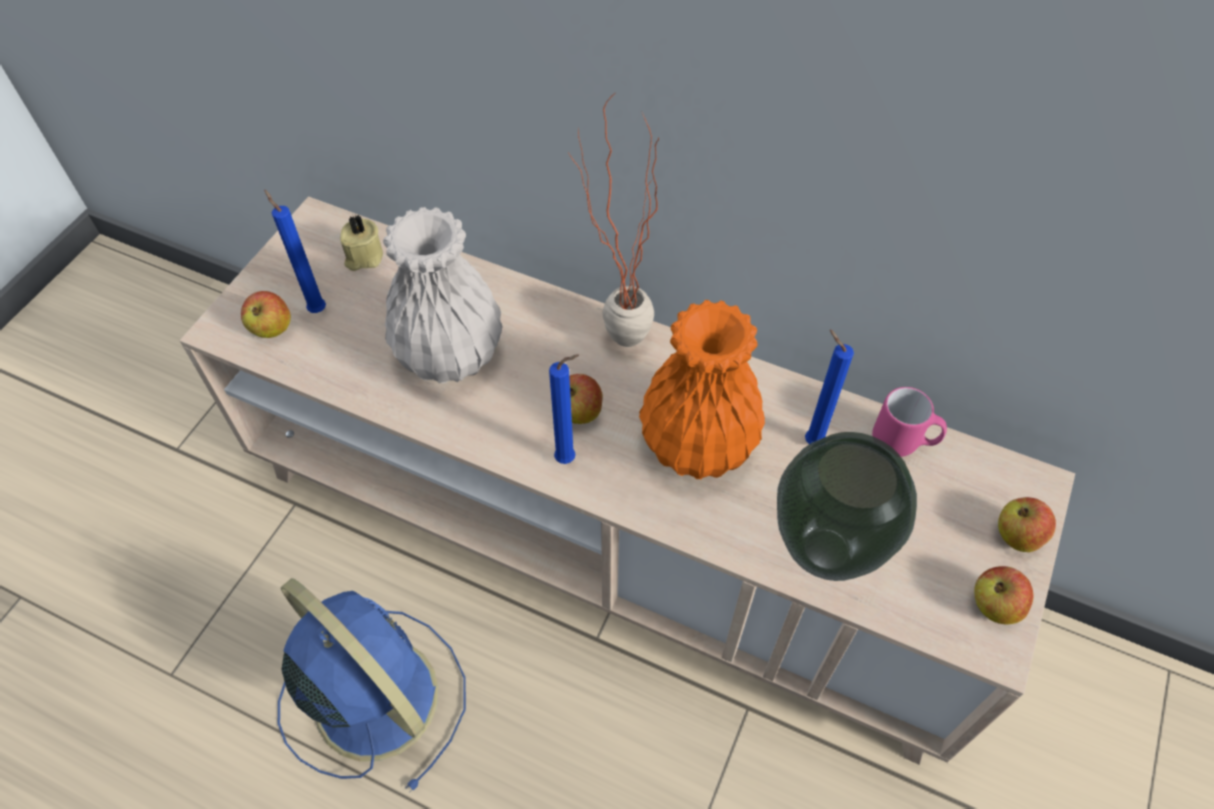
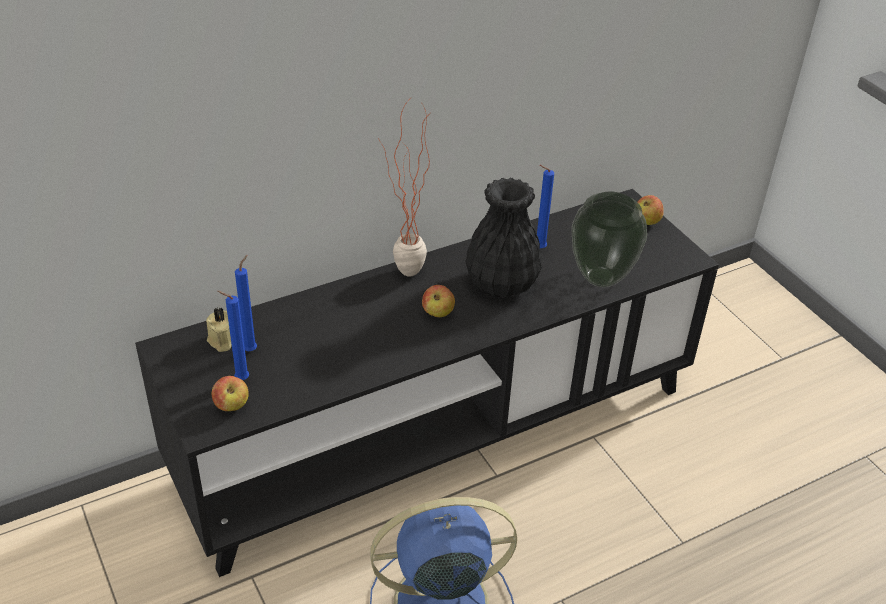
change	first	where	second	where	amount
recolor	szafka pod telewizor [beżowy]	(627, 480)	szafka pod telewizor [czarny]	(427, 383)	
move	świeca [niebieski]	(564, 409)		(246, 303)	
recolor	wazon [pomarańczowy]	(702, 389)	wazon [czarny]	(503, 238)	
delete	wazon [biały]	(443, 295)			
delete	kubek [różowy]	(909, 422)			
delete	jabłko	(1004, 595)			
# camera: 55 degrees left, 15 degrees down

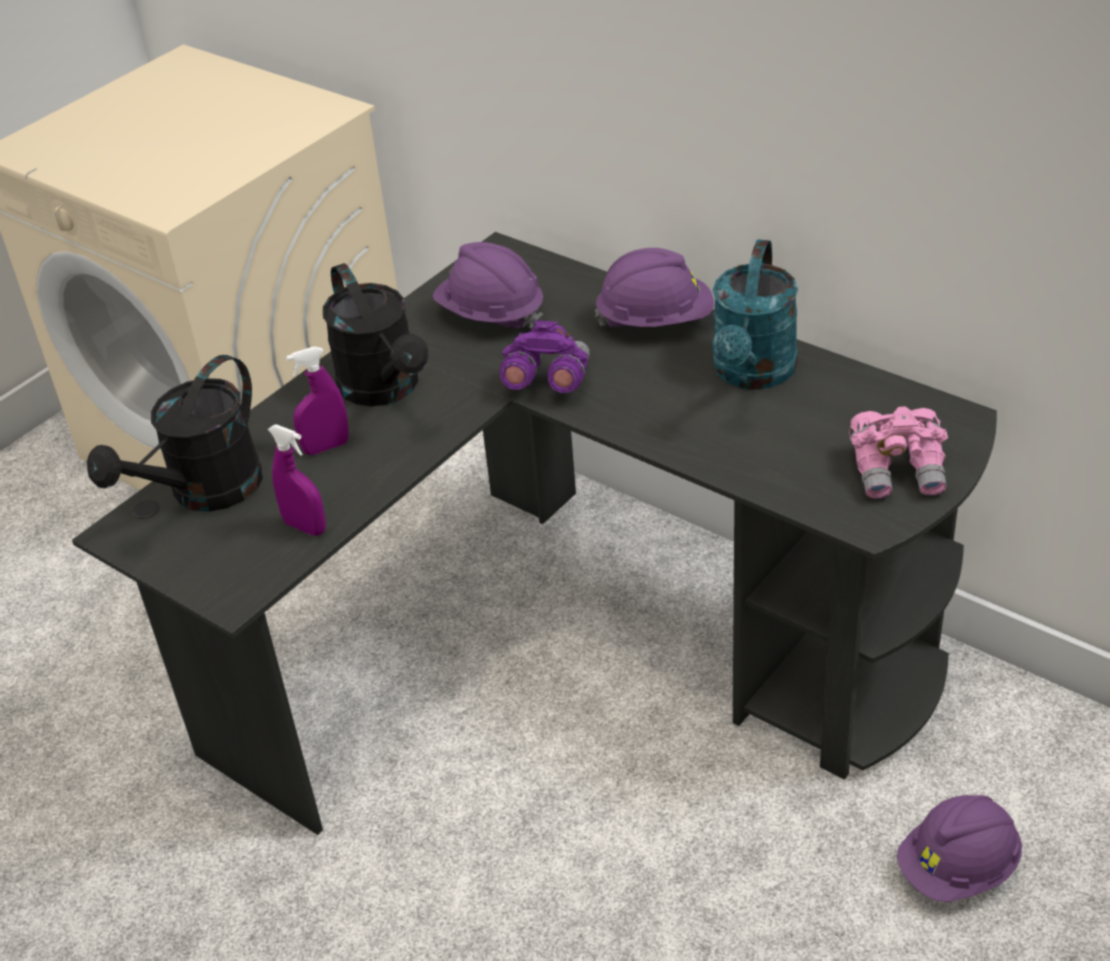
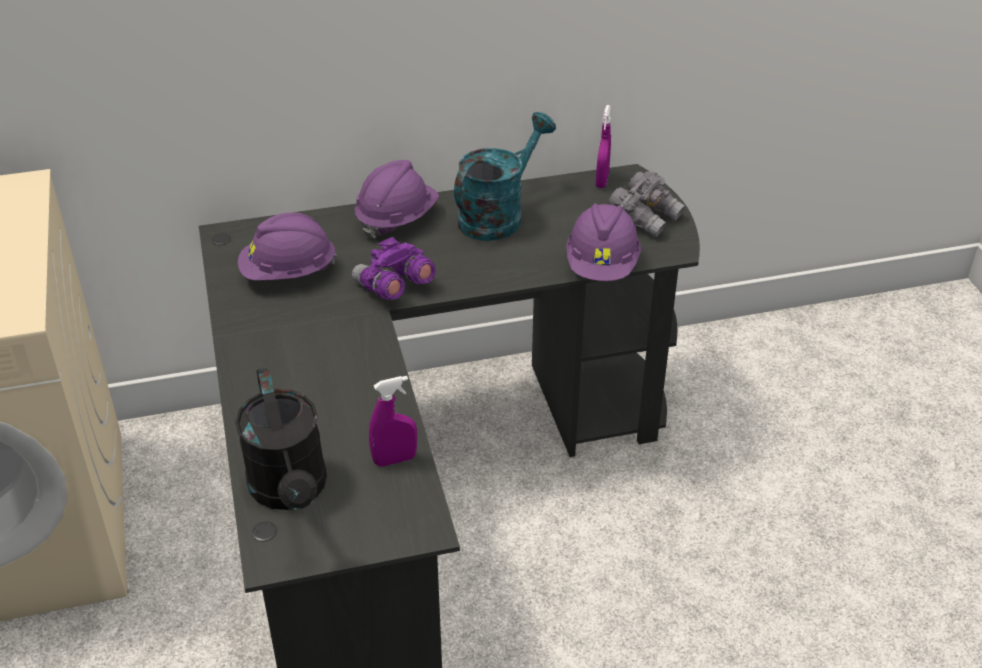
change	first	where	second	where	amount
rotate	konewka [turkusowy]	(755, 314)		(505, 176)	105 degrees counterclockwise
move	kask [fioletowy]	(959, 848)		(603, 242)	
move	spryskiwacz [fioletowy]	(317, 401)		(603, 146)	
recolor	lornetka [różowy]	(898, 452)	lornetka [szary]	(646, 204)	
delete	konewka [czarny]	(376, 334)			
# camera: 55 degrees left, 0 degrees up

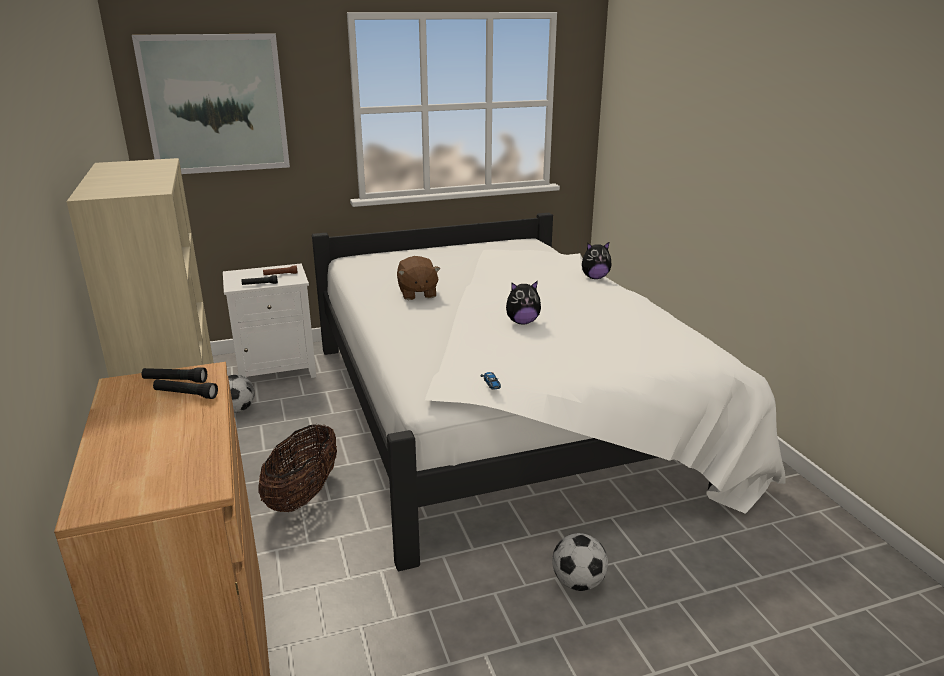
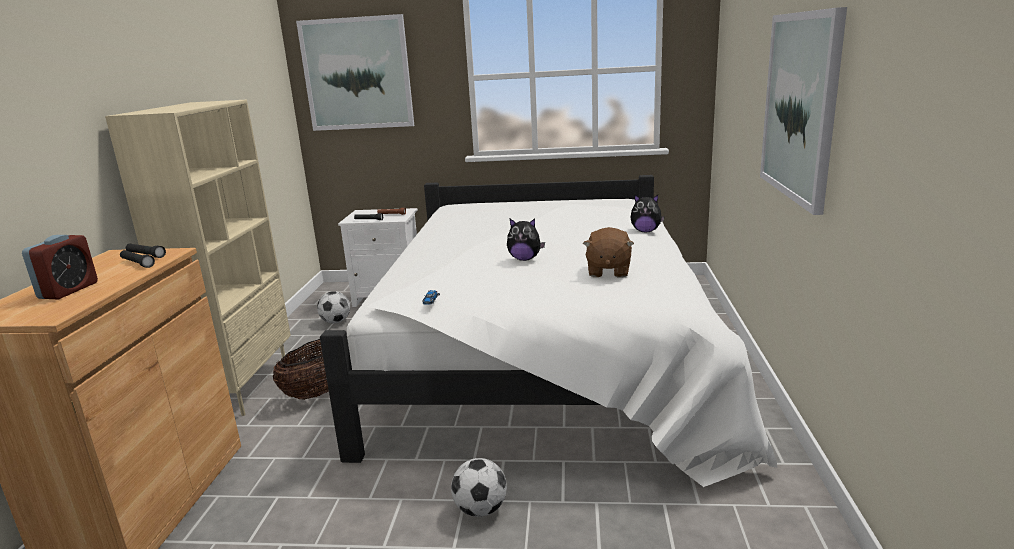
change	first	where	second	where	amount
insert			budzik	(60, 267)	
move	pluszak [brązowy]	(418, 278)		(608, 252)	
insert			obraz	(803, 111)	
# camera: 25 degrees right, 5 degrees down

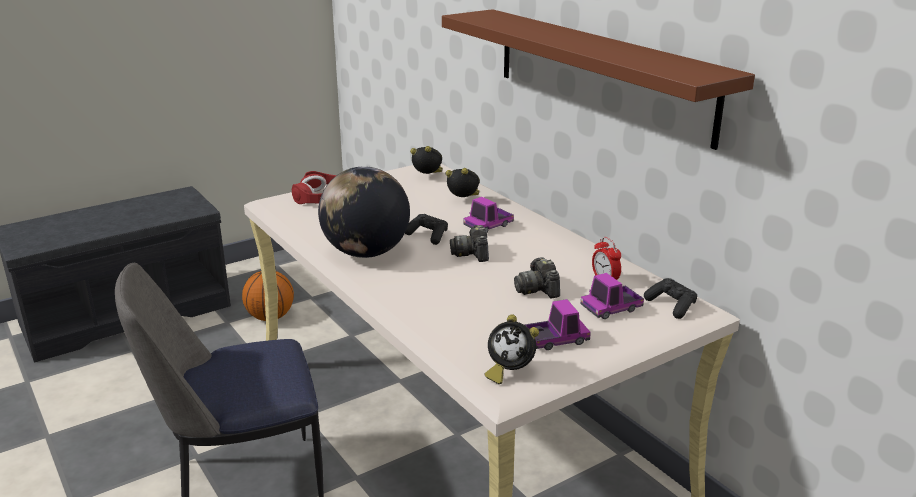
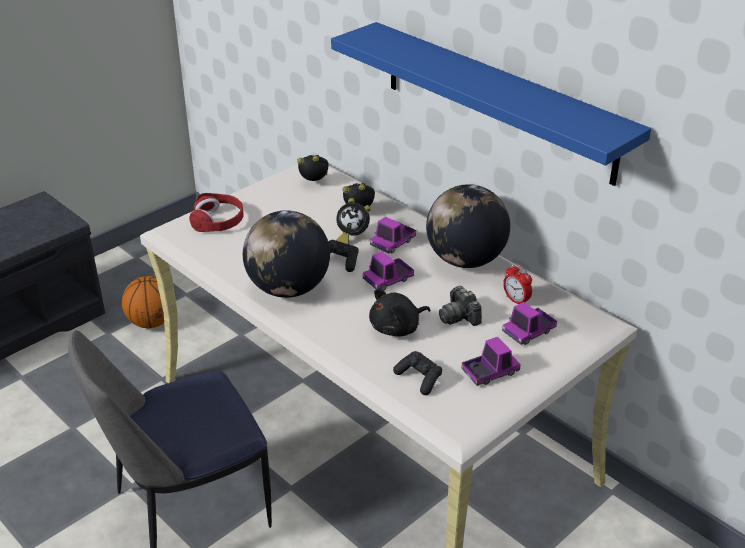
change	first	where	second	where	amount
recolor	półka [brązowy]	(598, 79)	półka [niebieski]	(491, 104)	
move	budzik	(511, 349)		(353, 221)	
replace	aparat fotograficzny	(469, 243)	ciężarówka zabawkowa	(388, 271)	
insert			pluszak [czarny]	(399, 312)	
move	pad do gier [czarny]	(670, 298)		(417, 373)	
insert			globus	(468, 226)	
# camera: 10 degrees left, 10 degrees up

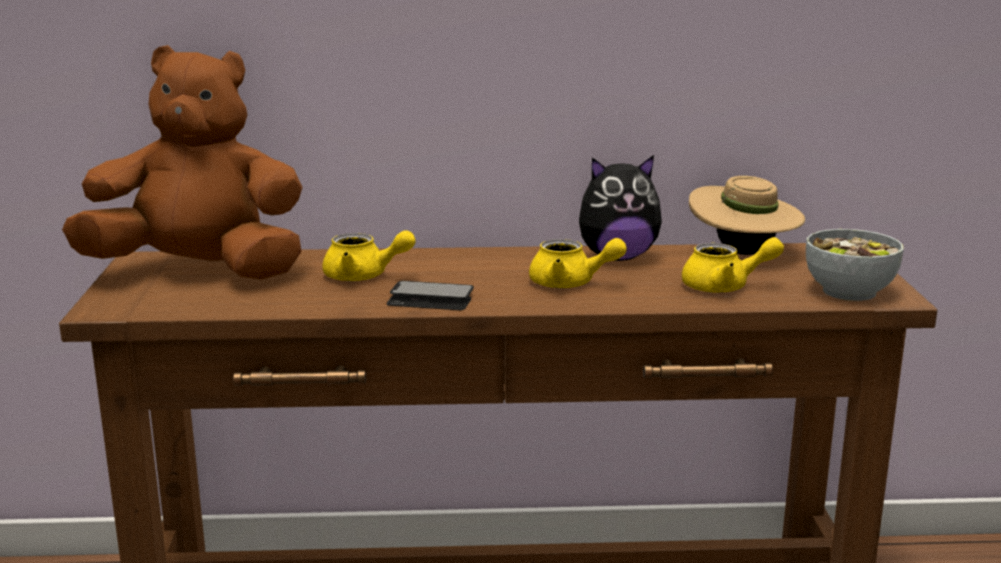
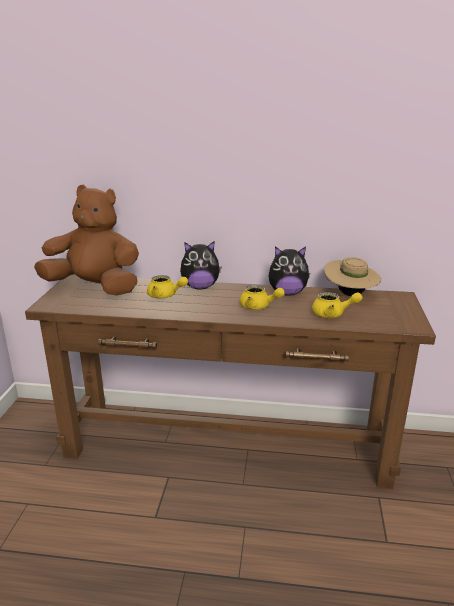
change	first	where	second	where	amount
insert			pluszak	(201, 265)	
delete	telefon	(430, 295)			
delete	miska	(855, 265)			
# camera: 10 degrees right, 5 degrees up

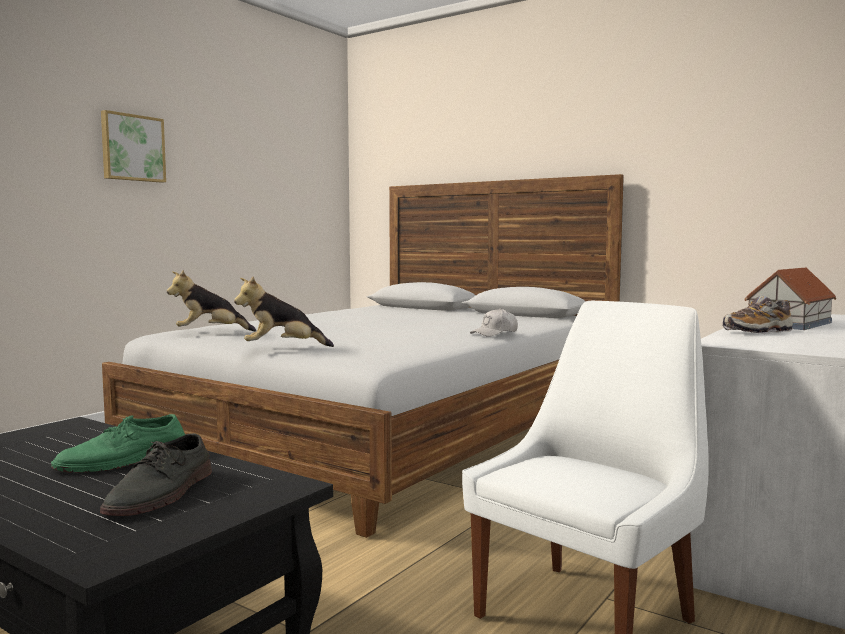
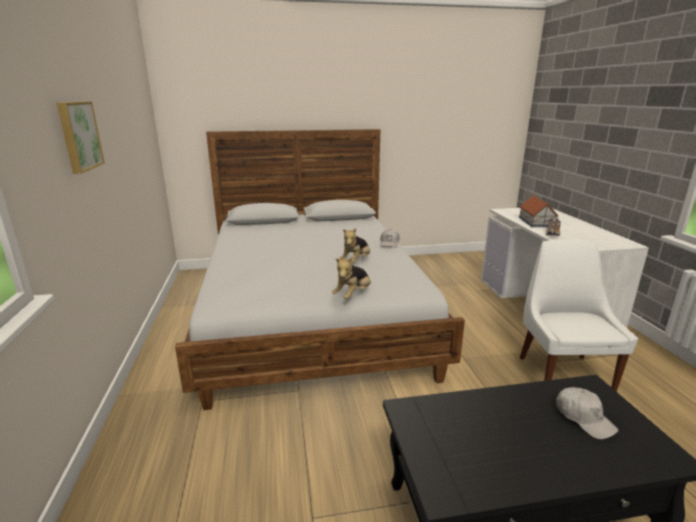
change	first	where	second	where	amount
move	pluszak	(211, 300)		(354, 246)	
replace	but [szary]	(156, 474)	czapka z daszkiem [biały]	(587, 413)	
delete	but [zielony]	(118, 443)			
# camera: 45 degrees left, 15 degrees up

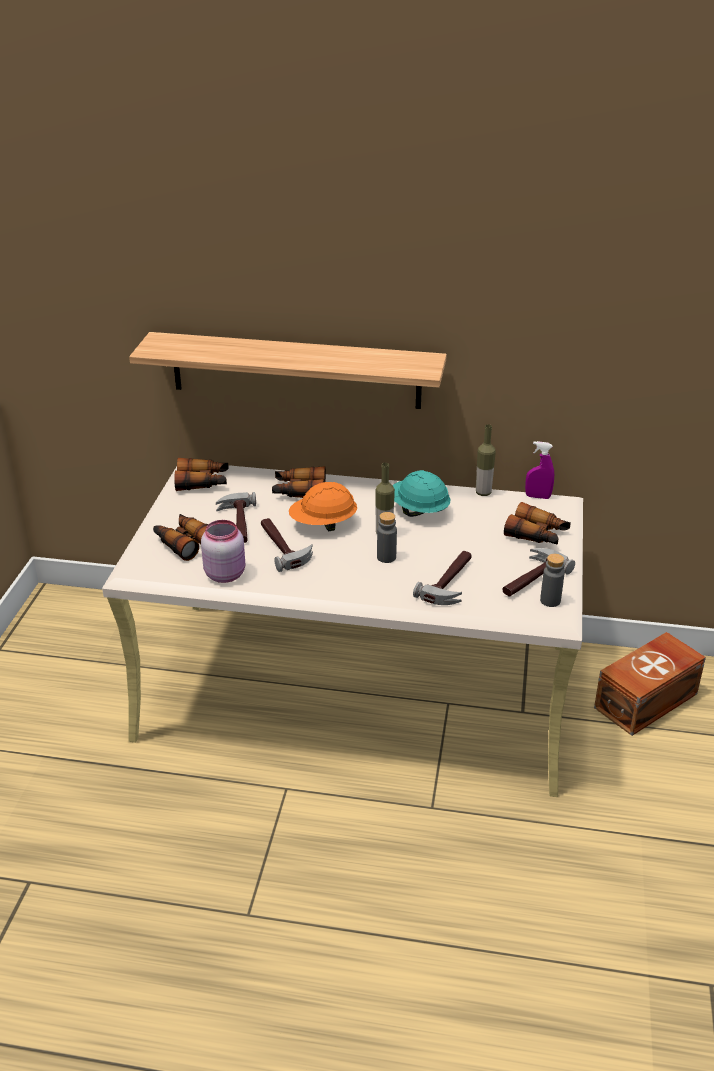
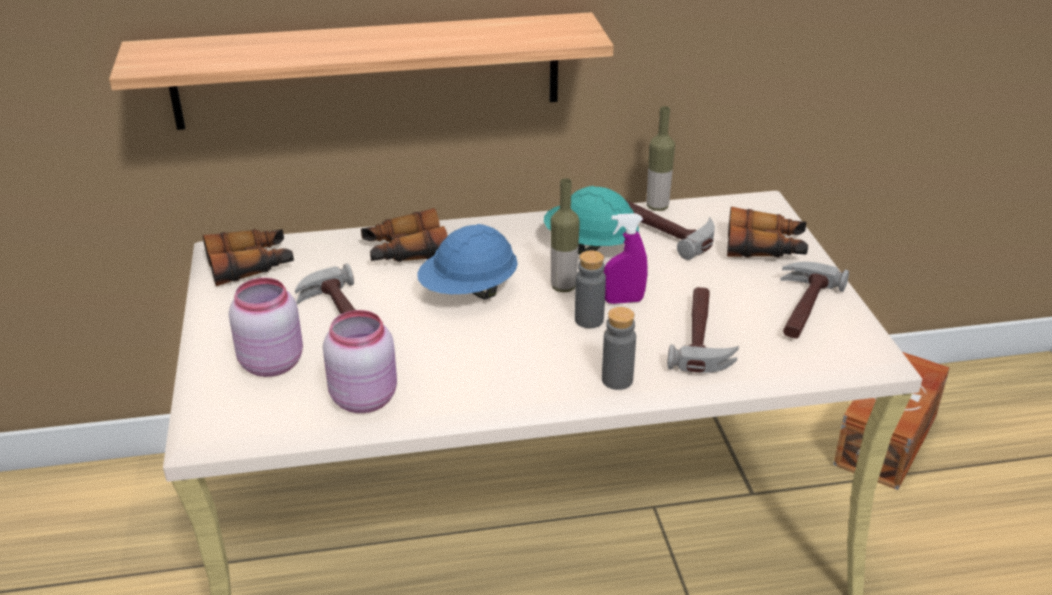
change	first	where	second	where	amount
replace	lornetka	(180, 537)	słoik [różowy]	(266, 327)	
recolor	kask [pomarańczowy]	(323, 506)	kask [niebieski]	(467, 261)	
move	butelka [szary]	(552, 580)		(619, 348)	
move	spryskiwacz [fioletowy]	(539, 470)		(626, 258)	
move	młotek	(287, 545)		(670, 230)	
# camera: 20 degrees left, 0 degrees up

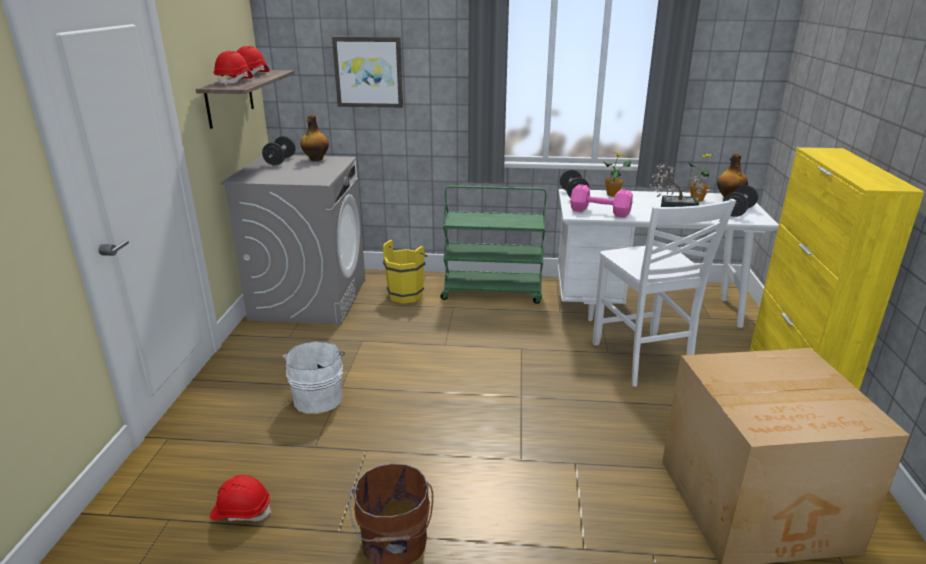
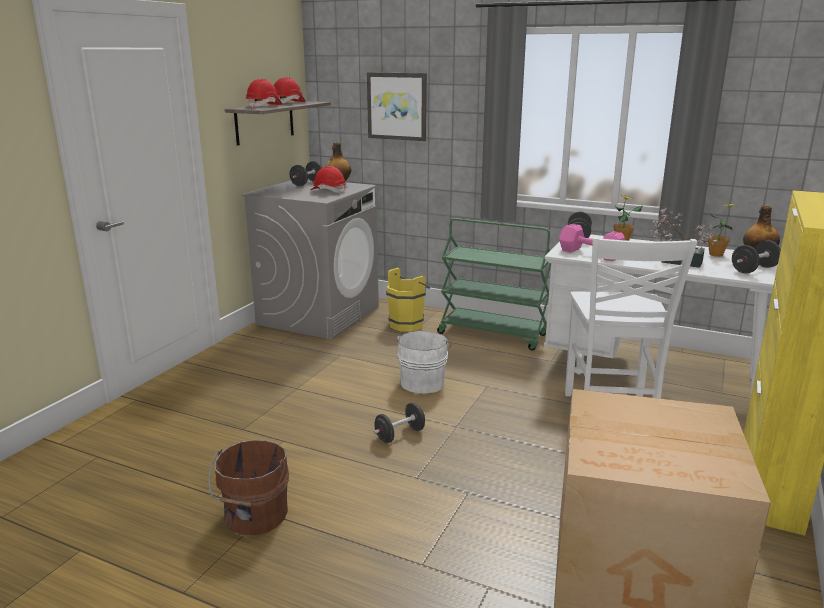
change	first	where	second	where	amount
move	kask [czerwony]	(241, 498)		(328, 179)	
insert			hantel [czarny]	(399, 423)	
move	wiadro [biały]	(313, 377)		(424, 362)	
# camera: 20 degrees right, 5 degrees down

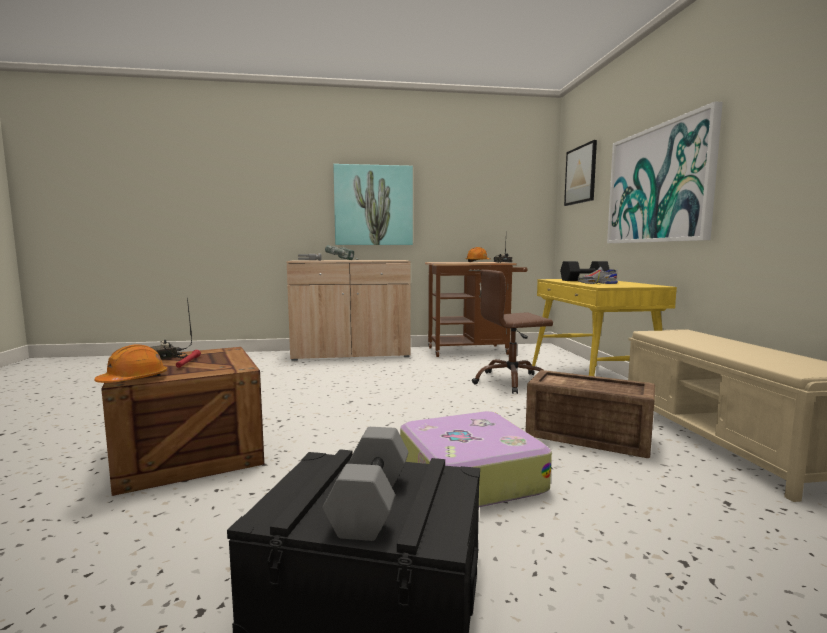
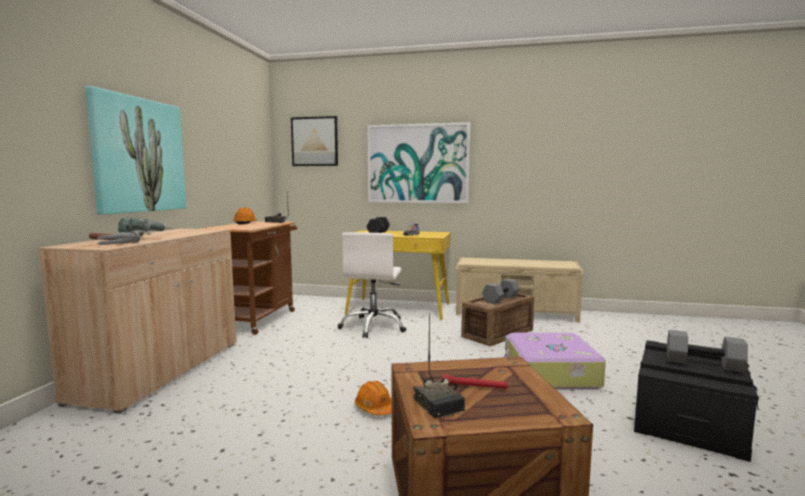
change	first	where	second	where	amount
recolor	krzesło biurowe [brązowy]	(512, 332)	krzesło biurowe [biały]	(372, 285)	
move	kask [pomarańczowy]	(130, 364)		(373, 398)	
insert			hantel [szary]	(501, 291)	
# camera: 70 degrees left, 0 degrees up

